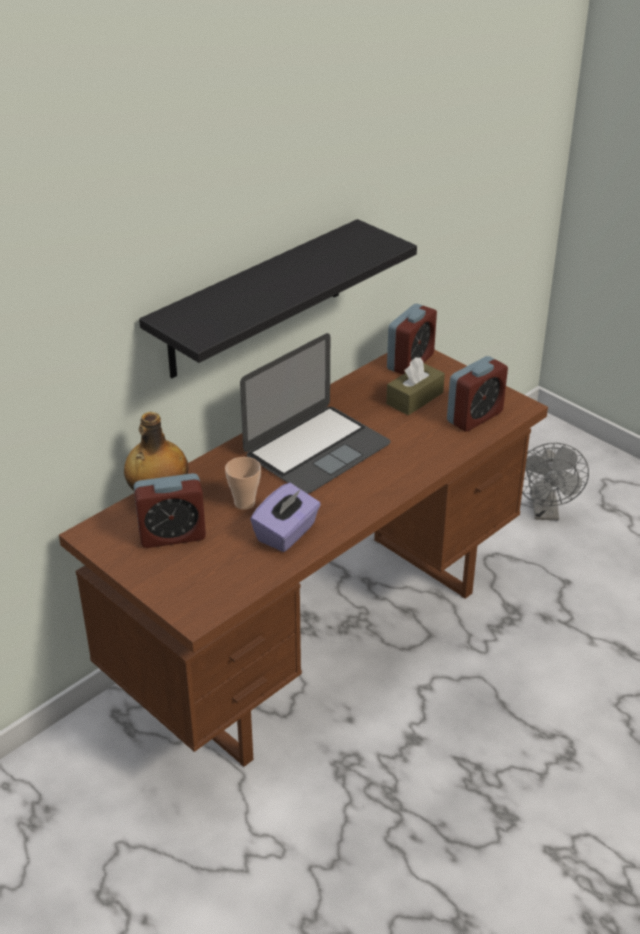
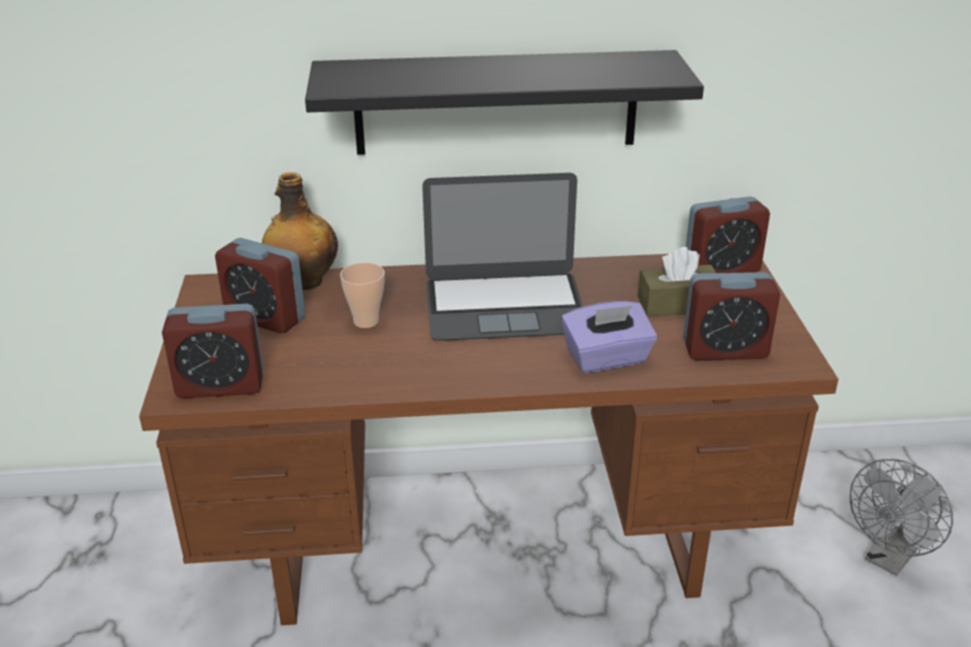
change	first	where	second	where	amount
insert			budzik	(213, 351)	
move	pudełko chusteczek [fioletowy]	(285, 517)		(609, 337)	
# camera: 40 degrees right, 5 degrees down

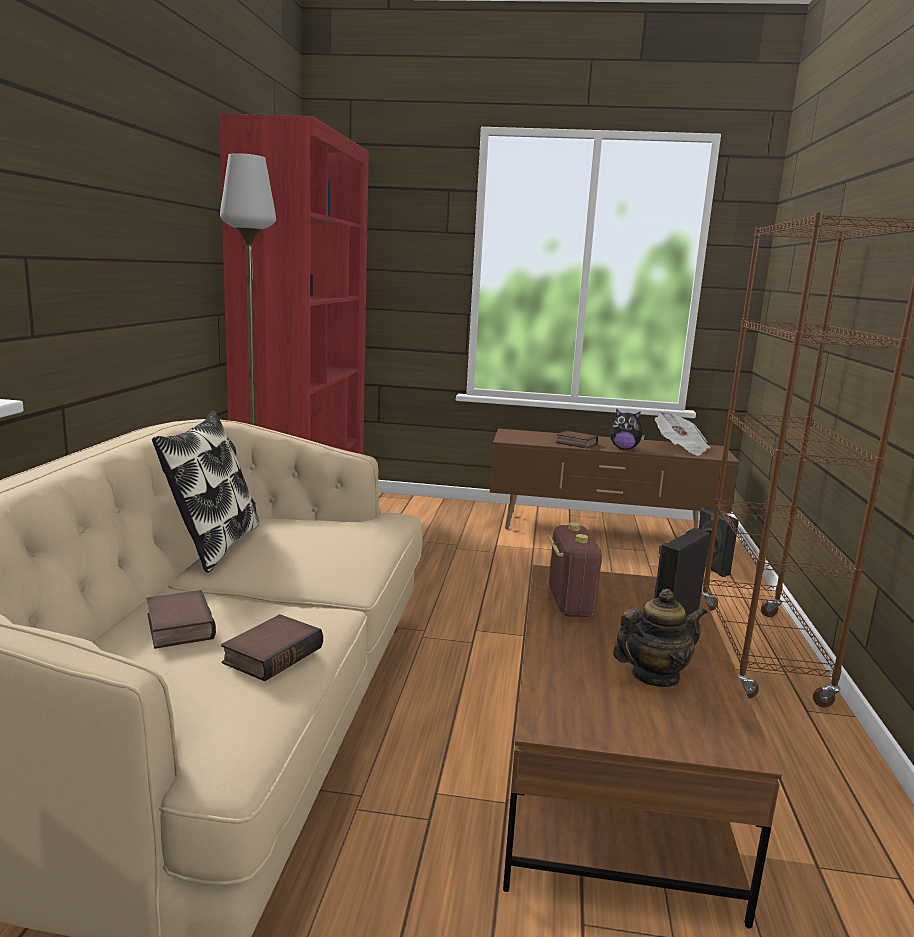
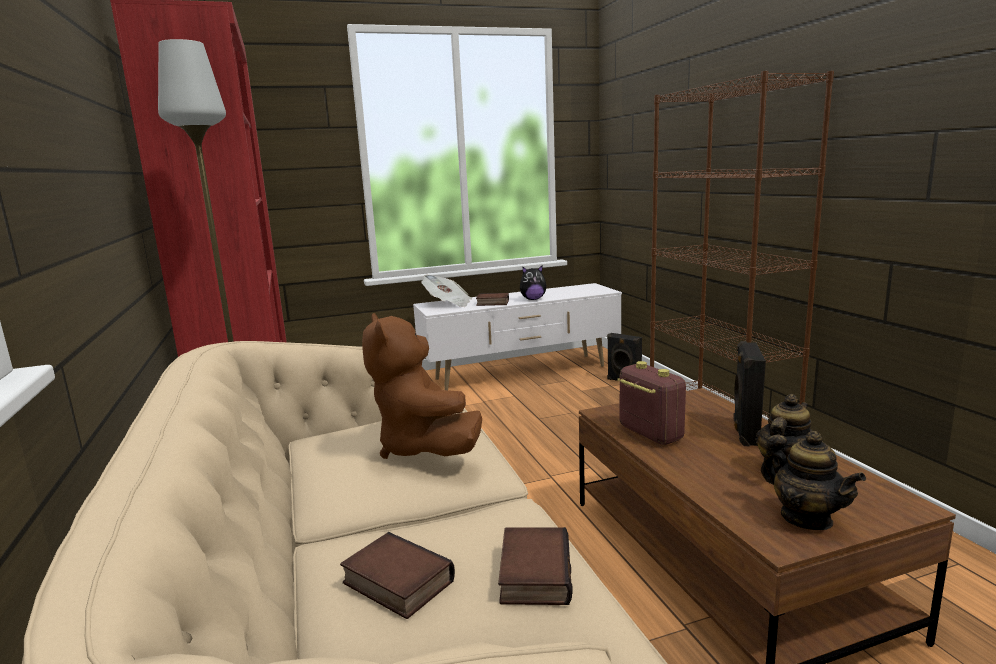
change	first	where	second	where	amount
insert			pluszak [brązowy]	(422, 386)	
recolor	szafka pod telewizor [brązowy]	(615, 479)	szafka pod telewizor [biały]	(517, 336)	
move	gazeta	(683, 433)		(446, 291)	
insert			imbryk	(813, 480)	
delete	poduszka	(206, 492)			
# camera: 25 degrees left, 0 degrees up

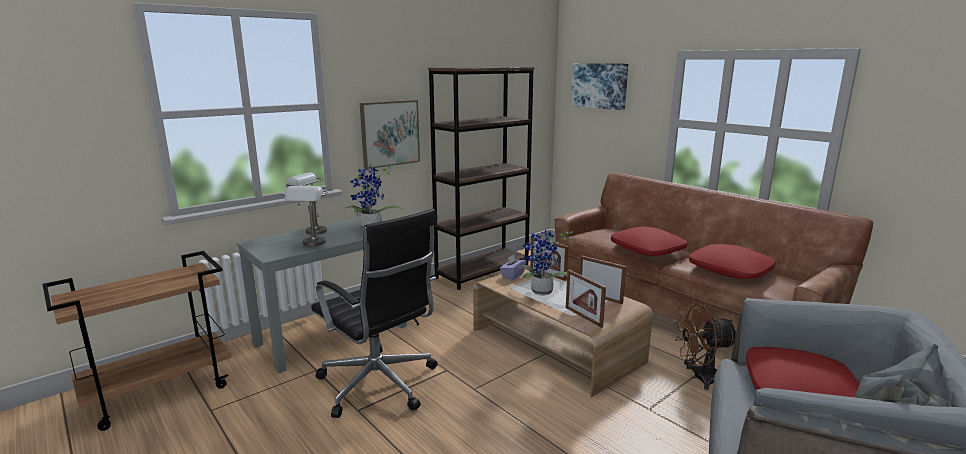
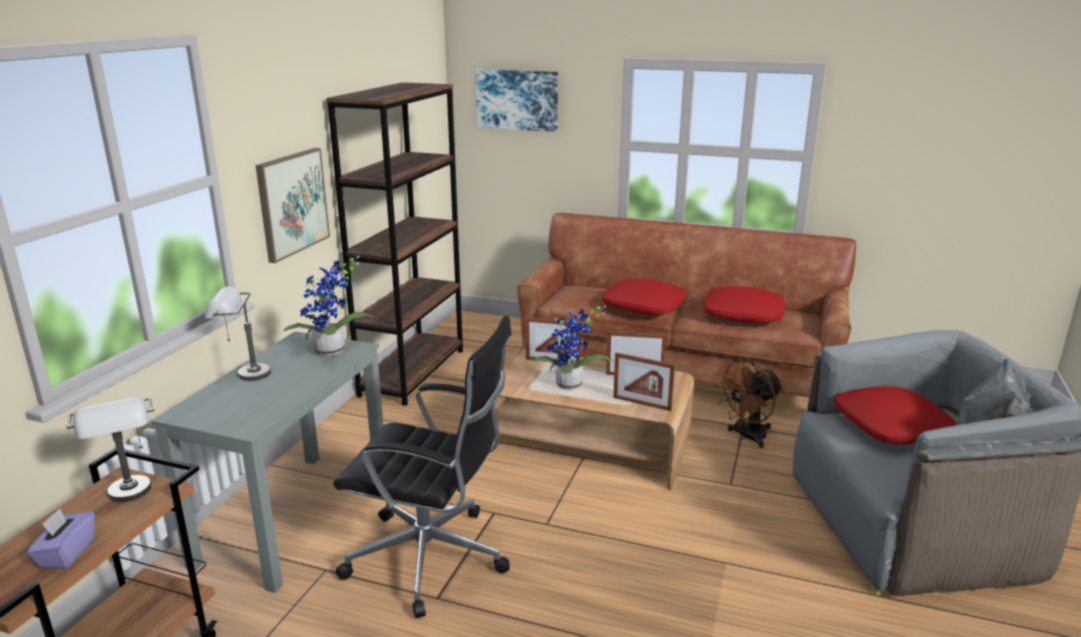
change	first	where	second	where	amount
move	pudełko chusteczek [fioletowy]	(513, 267)		(61, 538)	
move	lampa stołowa [szary]	(306, 216)		(110, 449)	
# camera: 30 degrees left, 5 degrees up

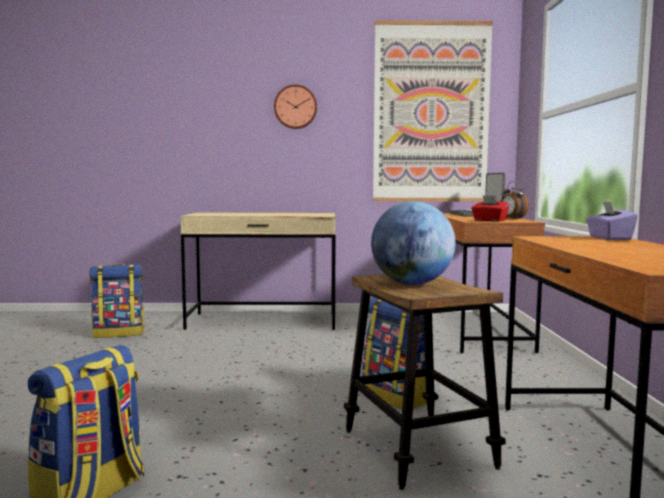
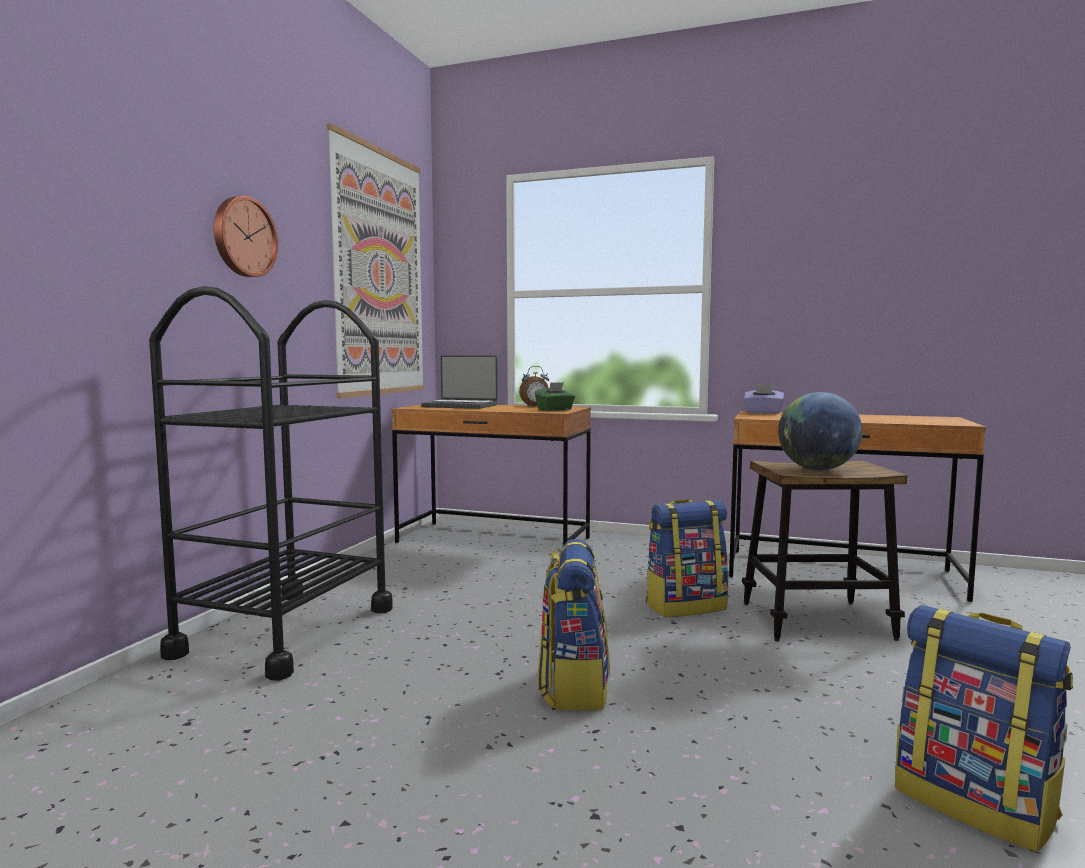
change	first	where	second	where	amount
replace	biurko [beżowy]	(258, 271)	wózek [czarny]	(271, 483)	
recolor	pudełko chusteczek [czerwony]	(490, 208)	pudełko chusteczek [zielony]	(555, 396)	
move	plecak	(117, 301)		(573, 624)	
# camera: 70 degrees left, 0 degrees up

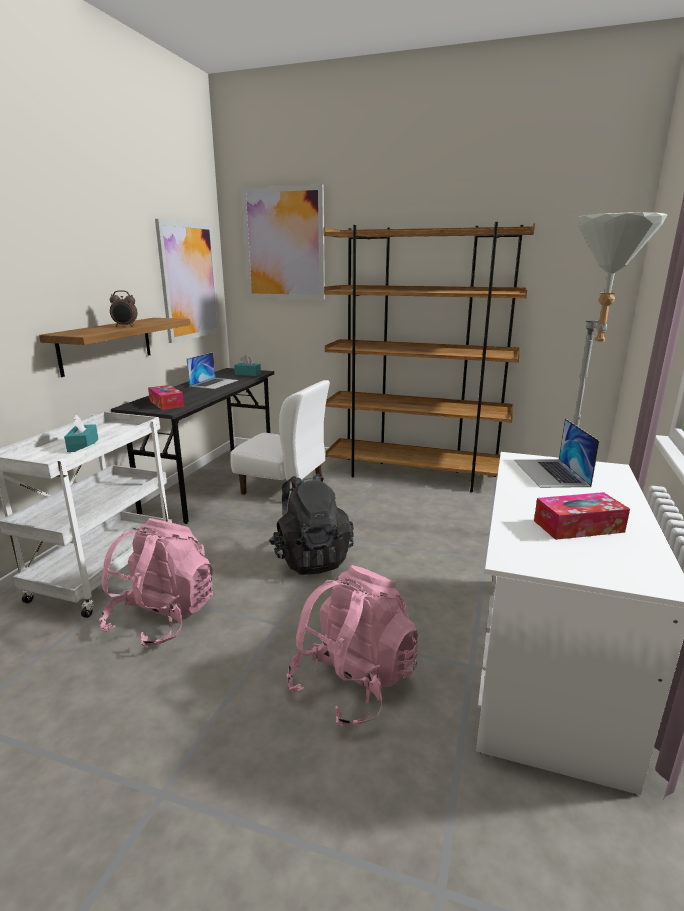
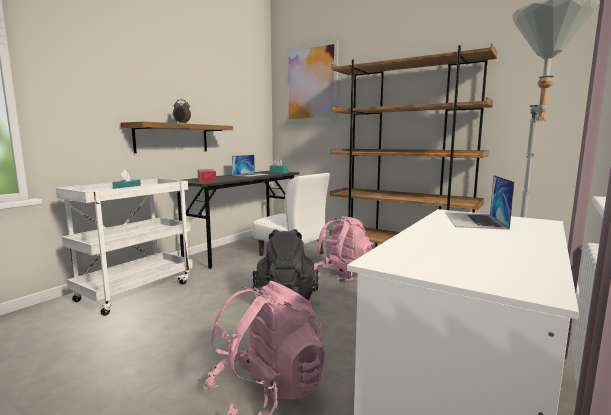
change	first	where	second	where	amount
move	plecak [różowy]	(156, 583)		(344, 250)	
delete	obraz	(187, 281)			
delete	pudełko chusteczek	(582, 516)			
# camera: 15 degrees right, 10 degrees down

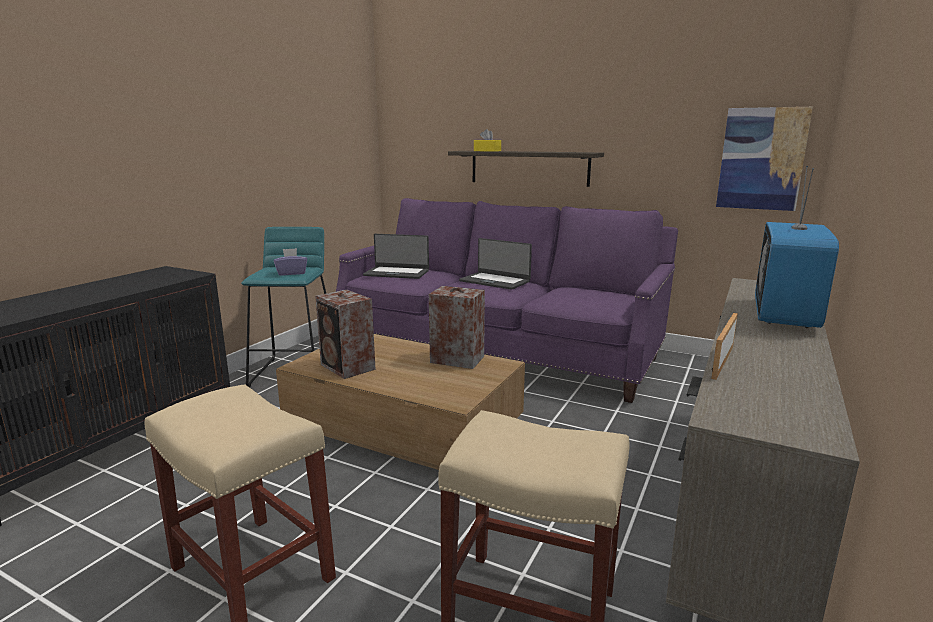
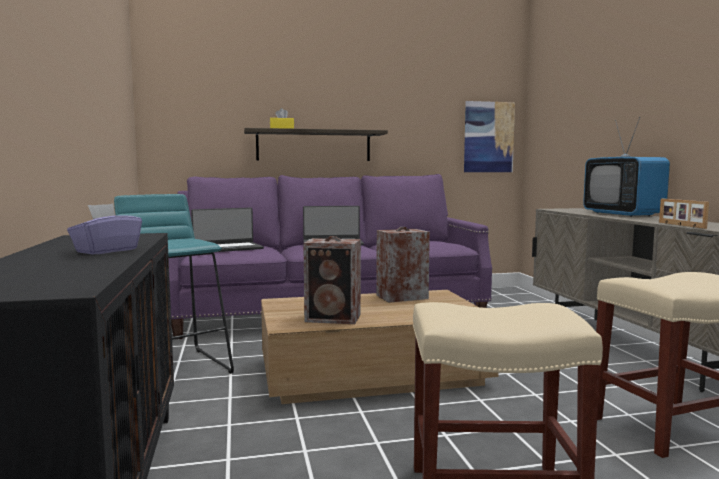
change	first	where	second	where	amount
move	pudełko chusteczek [fioletowy]	(290, 261)		(104, 229)	
# camera: 40 degrees left, 10 degrees down

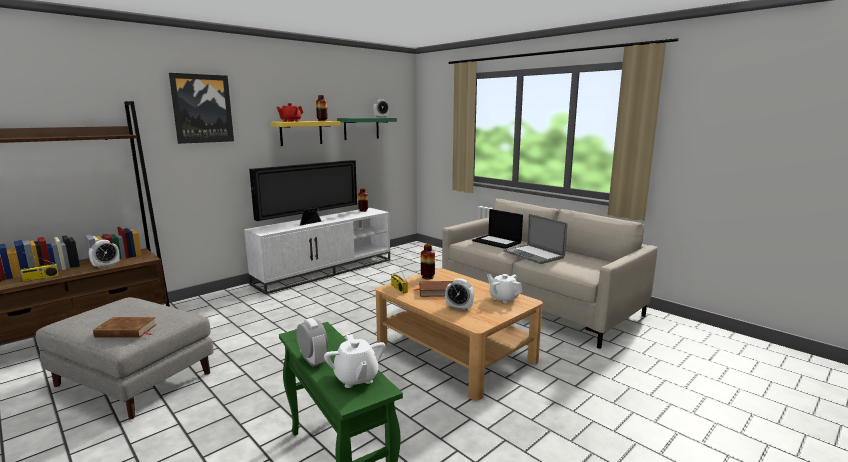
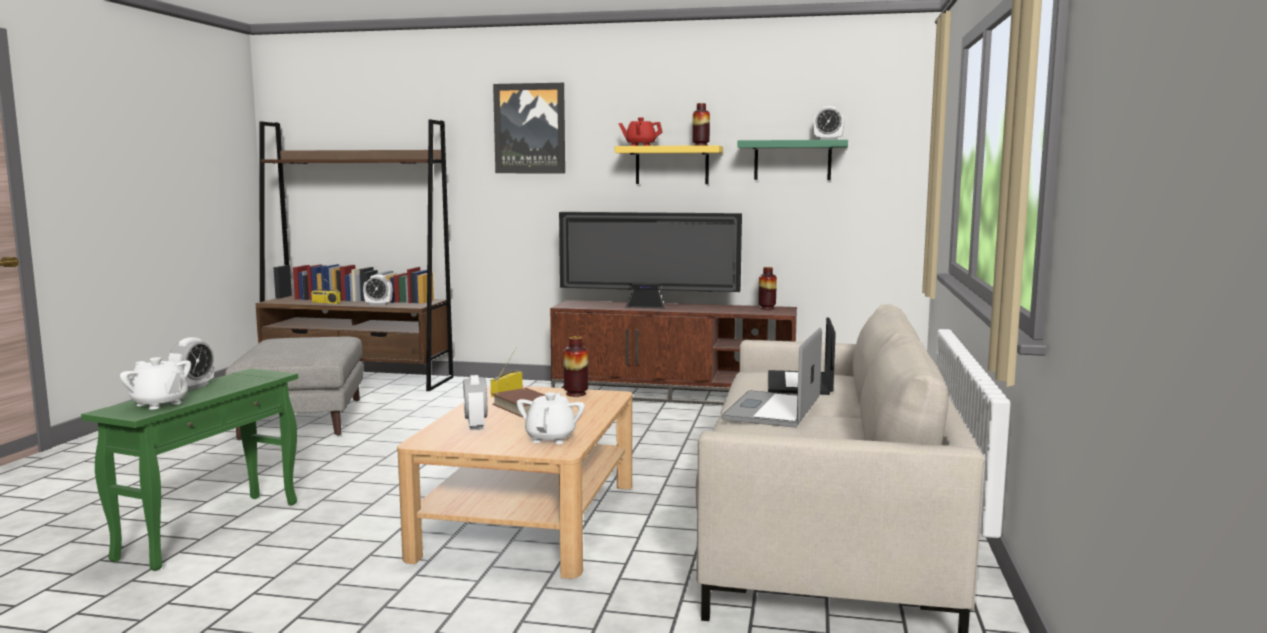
change	first	where	second	where	amount
rotate	imbryk [biały]	(354, 361)		(155, 383)	90 degrees counterclockwise
recolor	szafka pod telewizor [biały]	(317, 251)	szafka pod telewizor [brązowy]	(673, 352)	
delete	książka [brązowy]	(125, 327)			
# camera: 55 degrees right, 5 degrees down

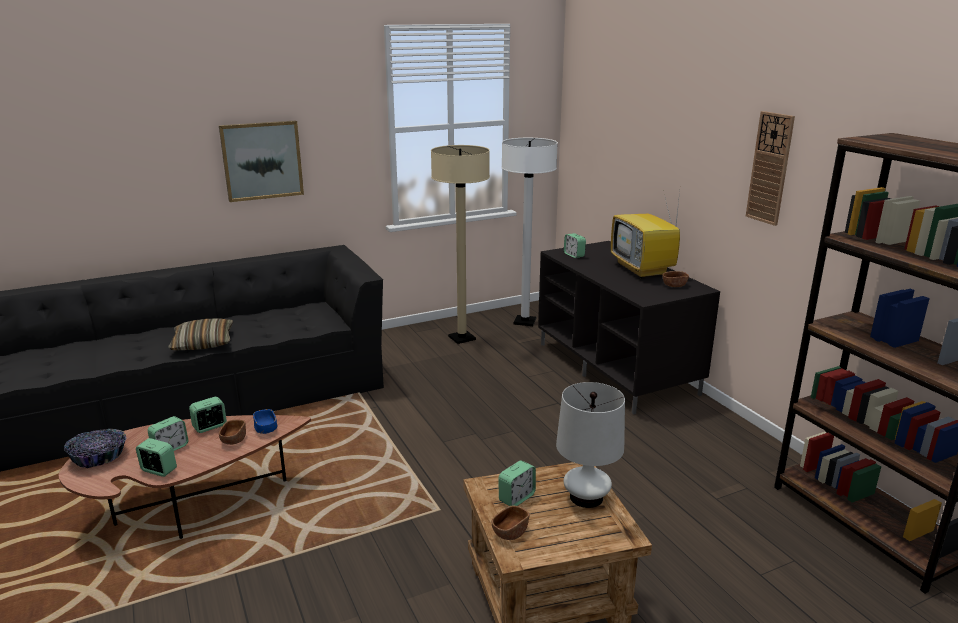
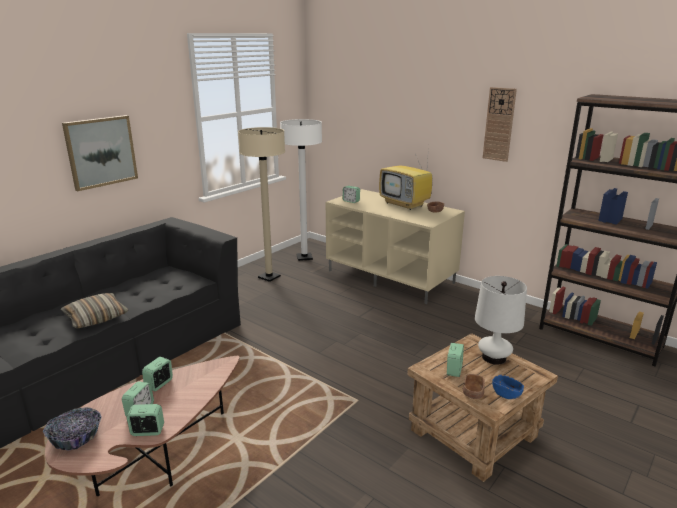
change	first	where	second	where	amount
recolor	szafka pod telewizor [czarny]	(629, 327)	szafka pod telewizor [beżowy]	(395, 246)	
move	miska [niebieski]	(265, 421)		(508, 387)	
delete	miska [brązowy]	(232, 432)			
# camera: 25 degrees left, 0 degrees up

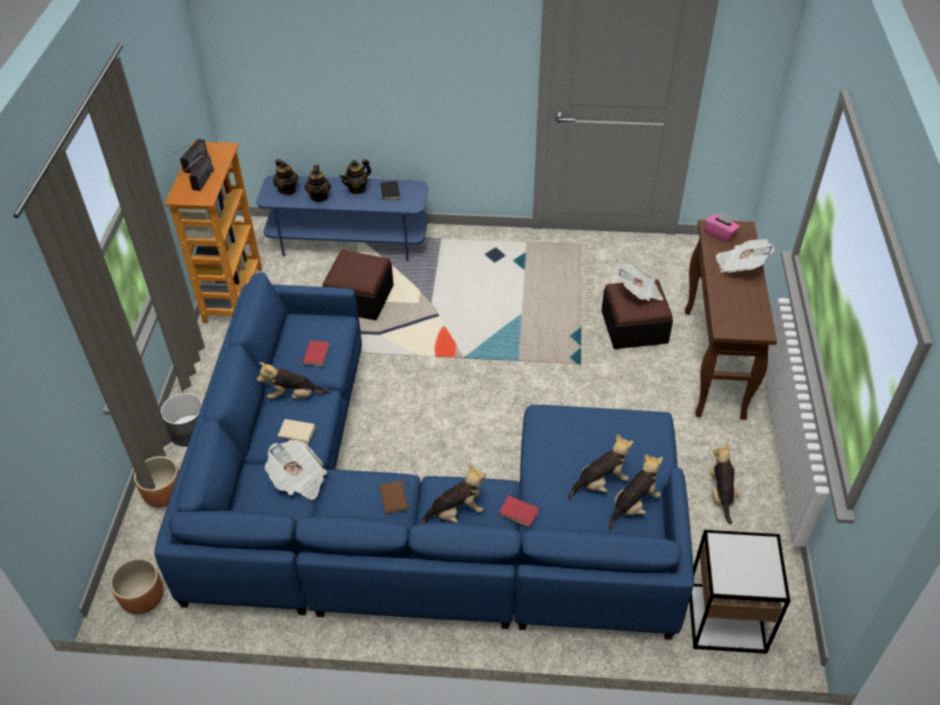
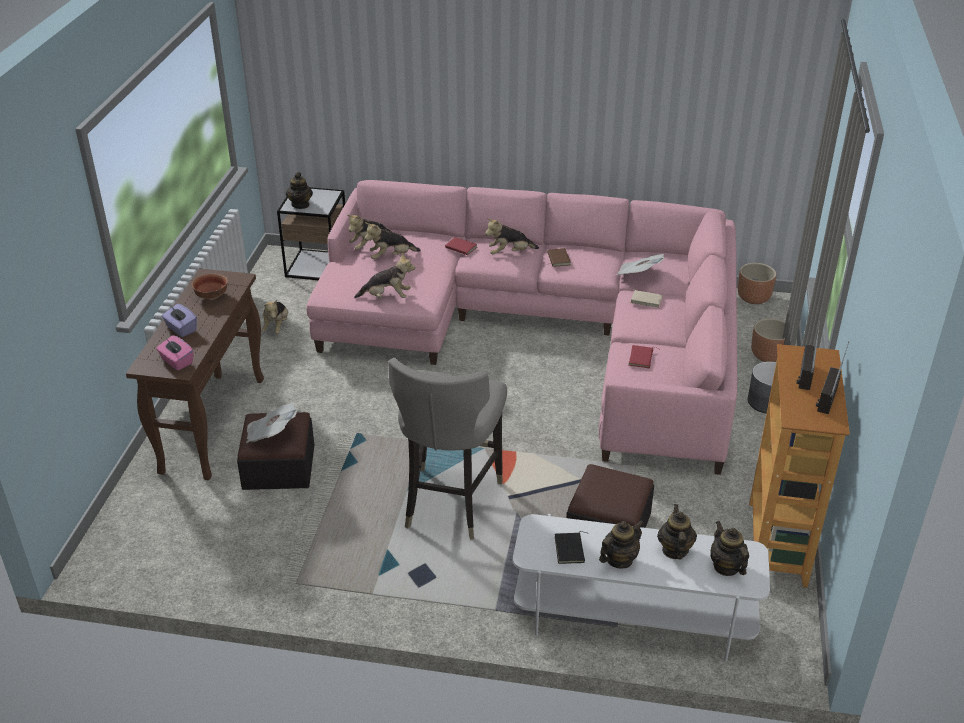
change	first	where	second	where	amount
replace	gazeta	(745, 256)	pudełko chusteczek [fioletowy]	(179, 320)	
insert			miska	(210, 287)	
insert			imbryk	(299, 190)	
recolor	kanapa [niebieski]	(424, 456)	kanapa [różowy]	(521, 327)	
move	pluszak	(293, 380)		(384, 275)	
insert			stołek [szary]	(447, 449)	
recolor	szafka pod telewizor [niebieski]	(342, 218)	szafka pod telewizor [biały]	(641, 588)	
# camera: 175 degrees left, 10 degrees down

